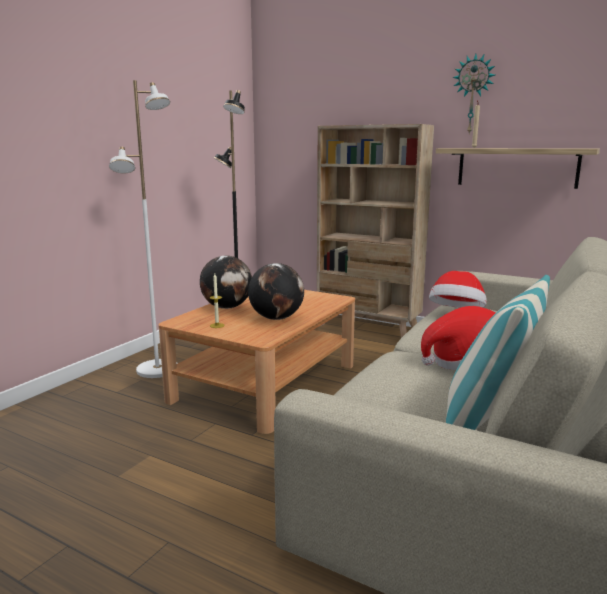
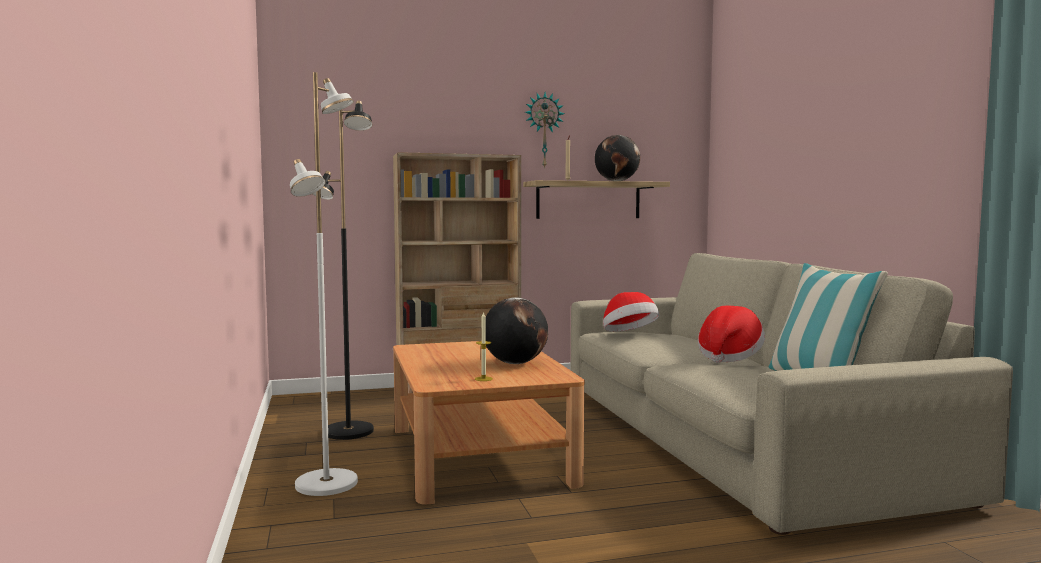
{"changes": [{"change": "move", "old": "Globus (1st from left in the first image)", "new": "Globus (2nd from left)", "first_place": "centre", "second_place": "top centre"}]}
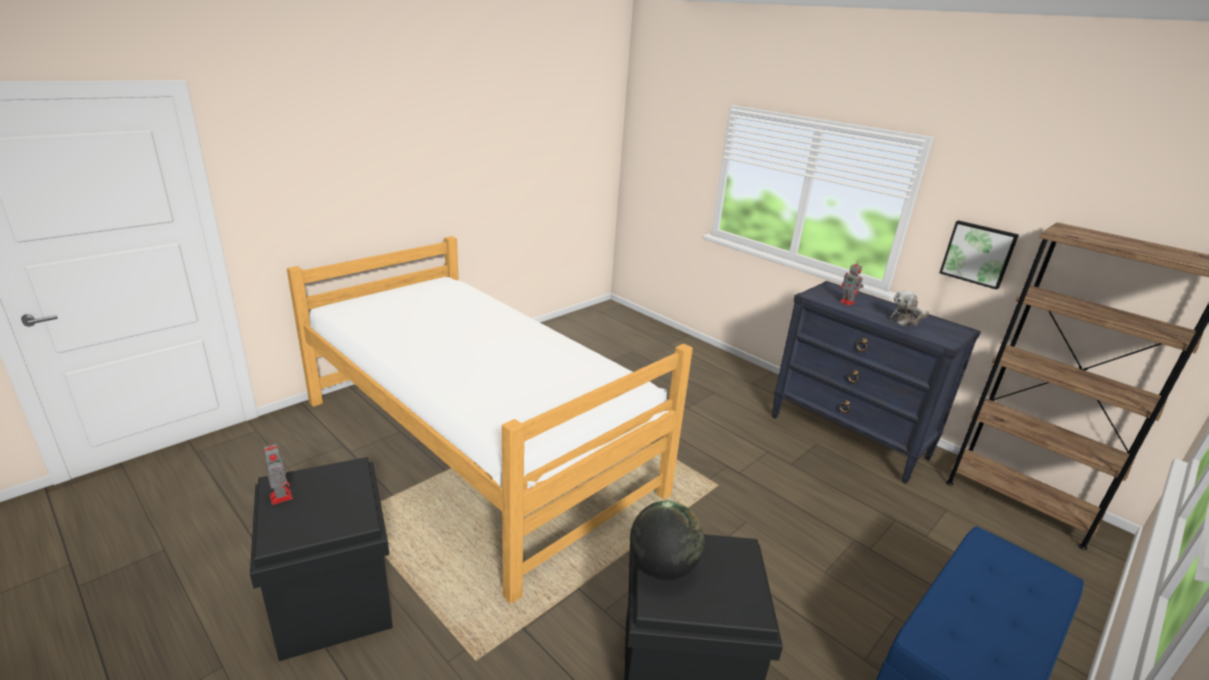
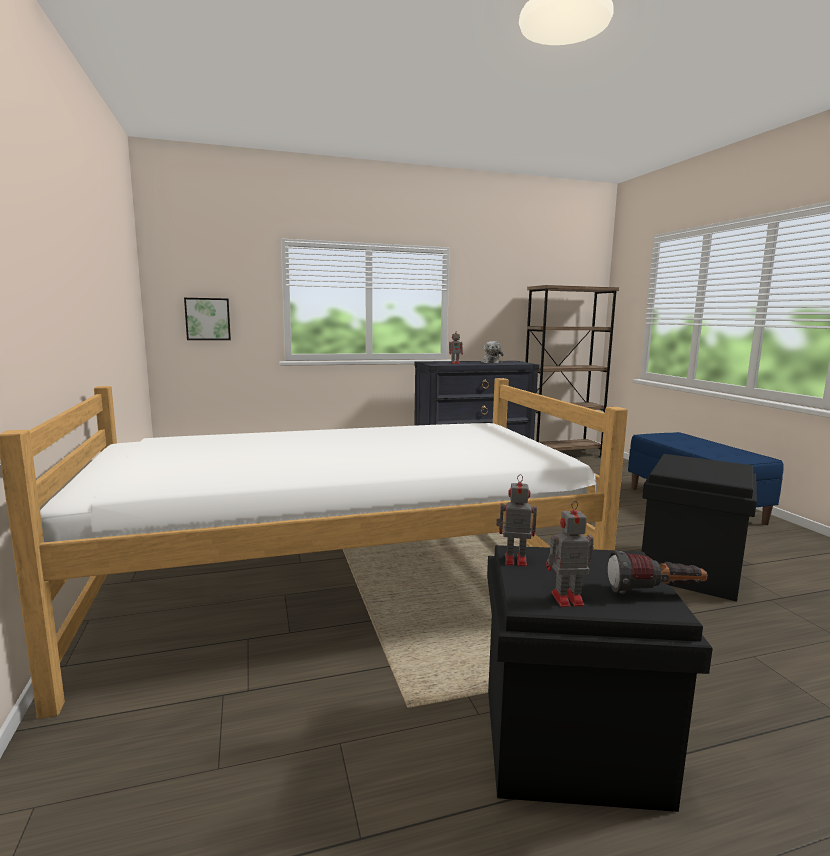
{"changes": [{"change": "delete", "old": "Globus", "first_place": "bottom centre"}, {"change": "move", "old": "Bild", "first_place": "middle right", "second_place": "middle left"}, {"change": "insert", "new": "Spielzeugroboter (2nd from left)", "second_place": "centre"}, {"change": "insert", "new": "Taschenlampe", "second_place": "bottom right"}]}
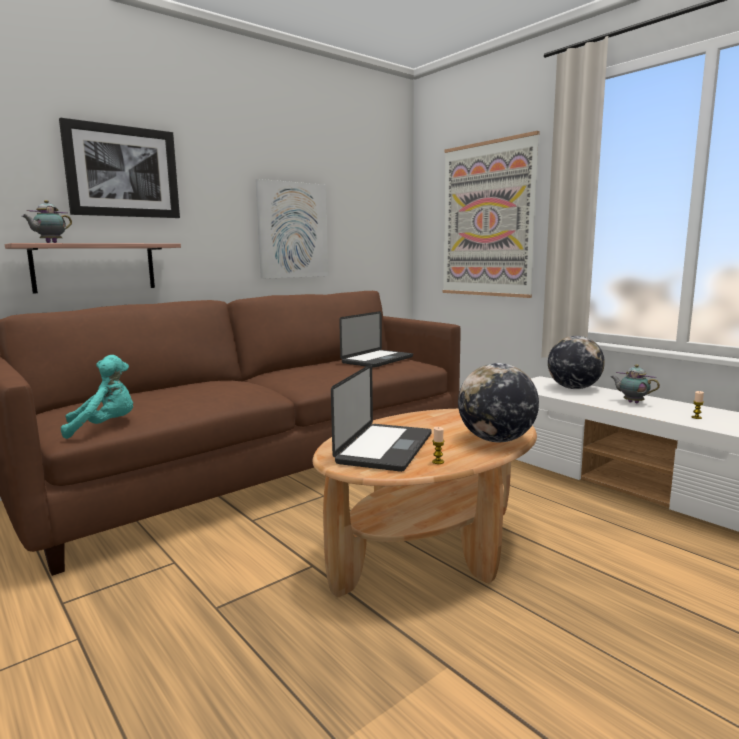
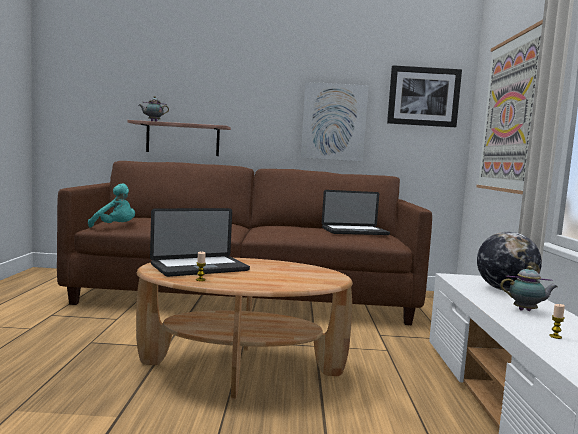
{"changes": [{"change": "move", "old": "Bild (1st from left in the first image)", "new": "Bild (2nd from left)", "first_place": "top left", "second_place": "top right"}, {"change": "delete", "old": "Globus (1st from left)", "first_place": "middle right"}, {"change": "rotate", "old": "Teekanne (2nd from left)", "first_place": "middle right", "second_place": "middle right", "degrees": 105}]}
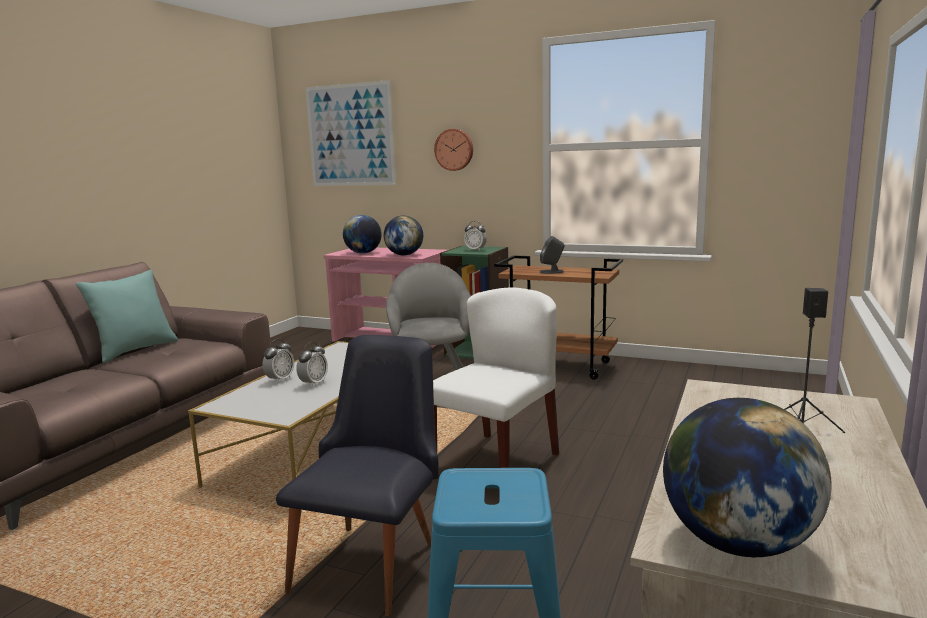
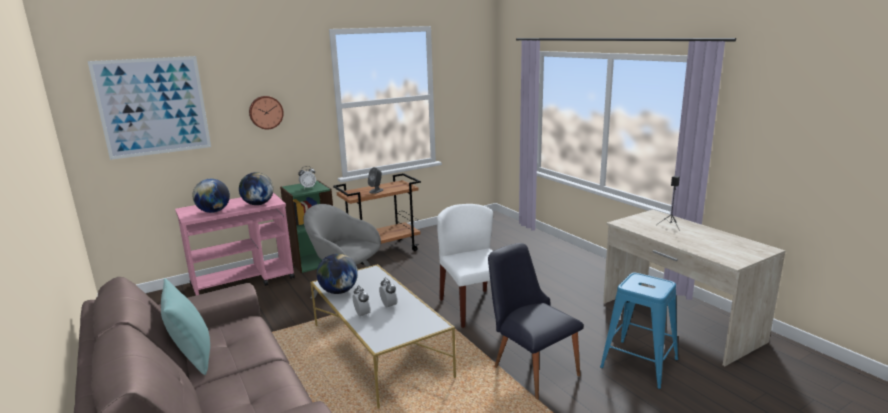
{"changes": [{"change": "move", "old": "Globus (3rd from left)", "first_place": "bottom right", "second_place": "centre"}]}
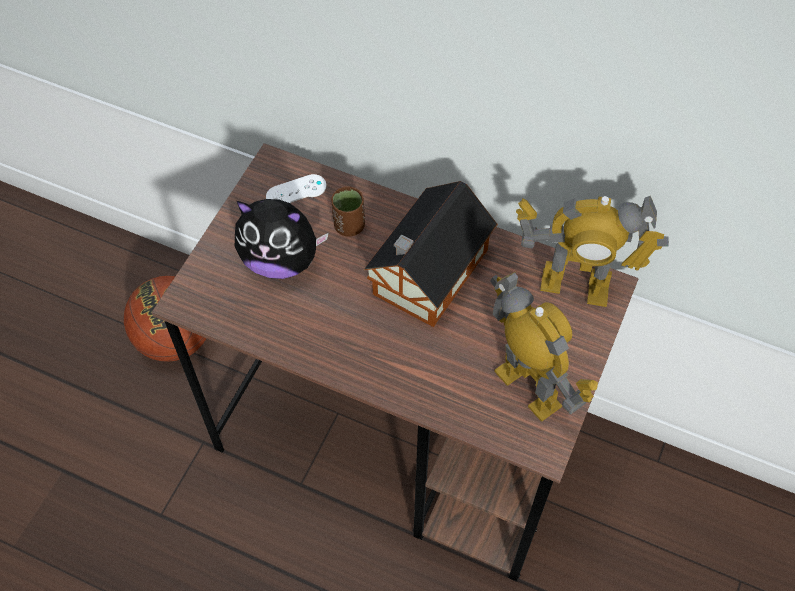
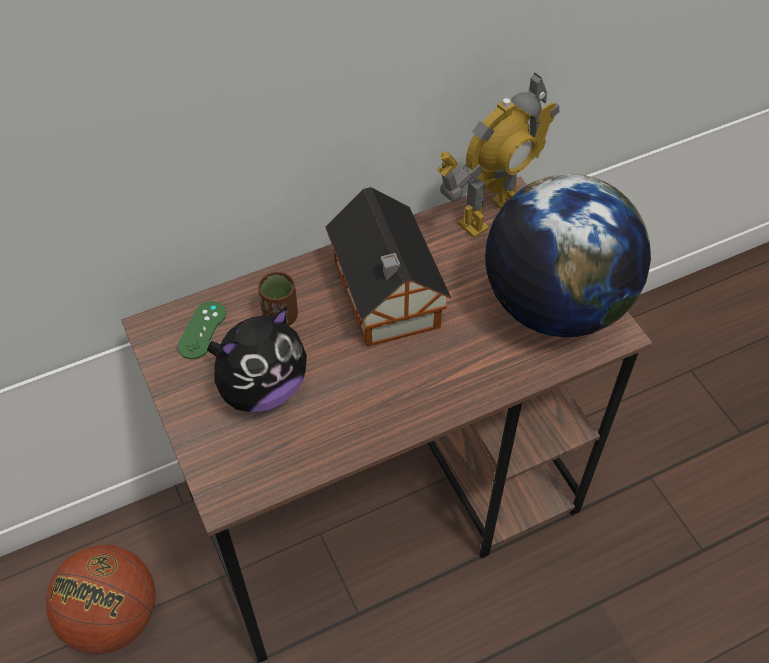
{"changes": [{"change": "recolor", "old": "Gamepad/weiß", "new": "Gamepad/grün", "first_place": "top centre", "second_place": "middle left"}, {"change": "replace", "old": "Spielzeugroboter (1st from left)", "new": "Globus", "first_place": "middle right", "second_place": "middle right"}]}
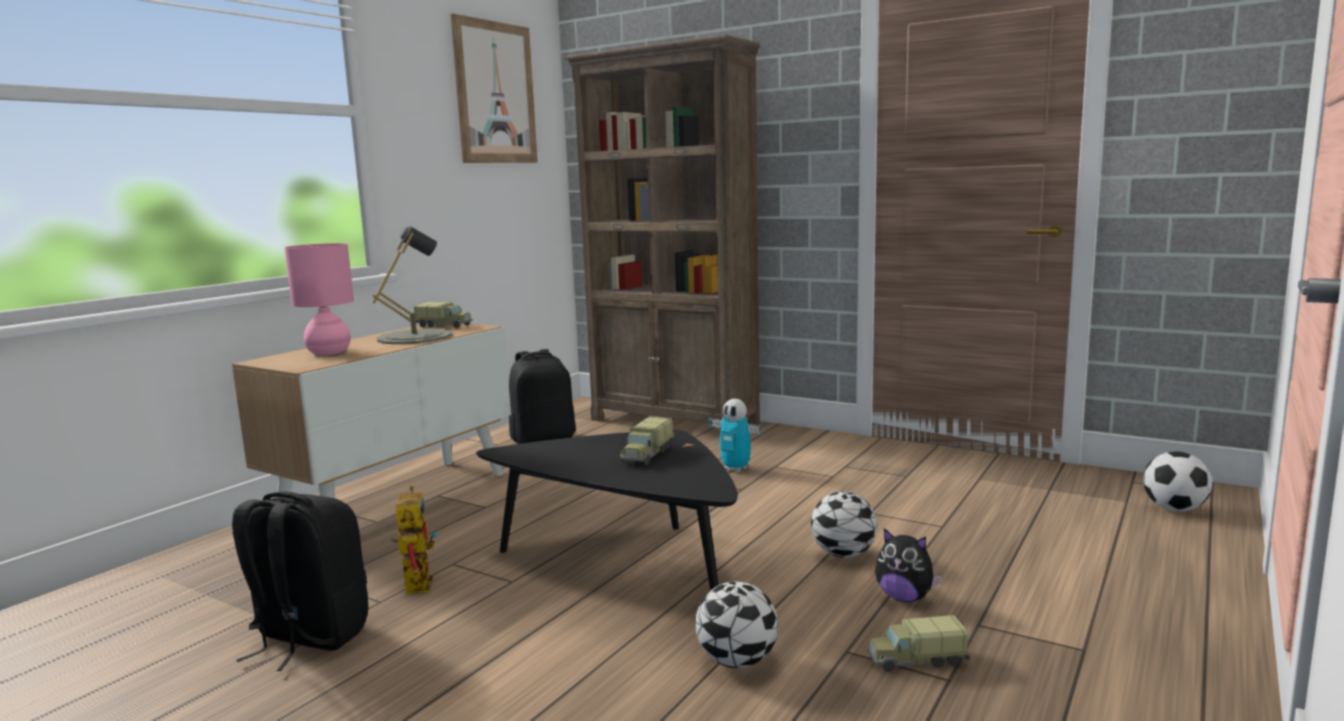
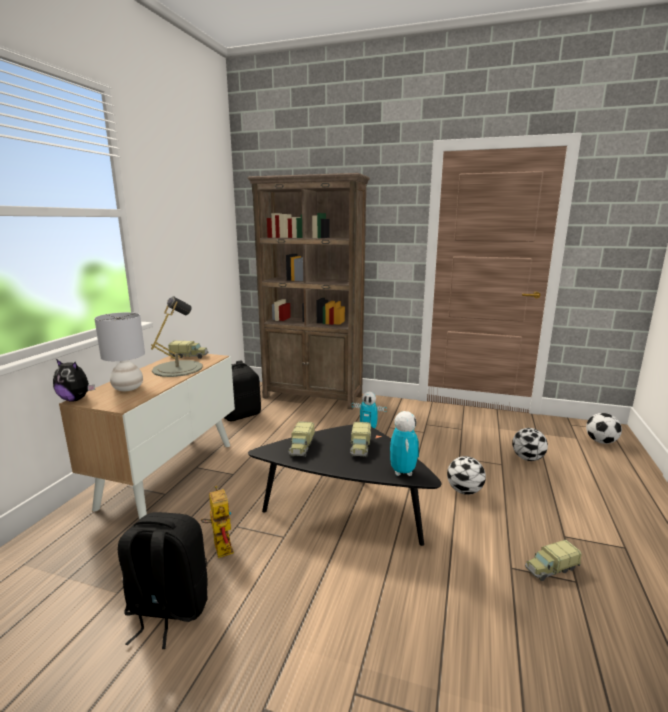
{"changes": [{"change": "recolor", "old": "Tischlampe/rosa", "new": "Tischlampe/grau (1st from left)", "first_place": "middle left", "second_place": "middle left"}, {"change": "delete", "old": "Bild", "first_place": "top centre"}, {"change": "move", "old": "Fußball (1st from left in the first image)", "new": "Fußball (2nd from left)", "first_place": "bottom centre", "second_place": "middle right"}, {"change": "move", "old": "Plüschtier", "first_place": "bottom right", "second_place": "middle left"}, {"change": "insert", "new": "Spielzeuglaster (2nd from left)", "second_place": "centre"}, {"change": "insert", "new": "Spielzeugroboter (3rd from left)", "second_place": "centre"}]}
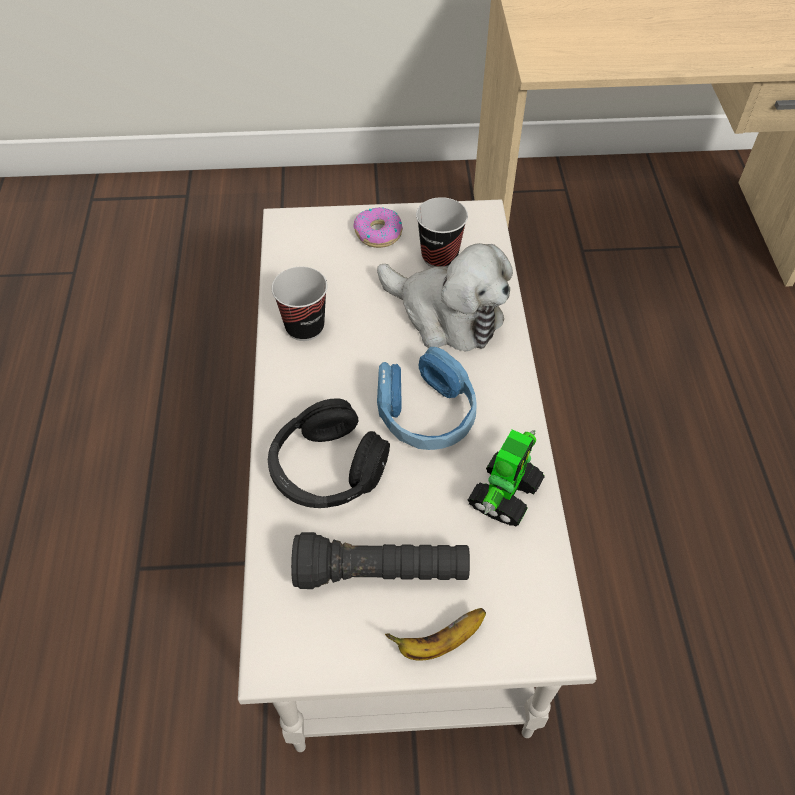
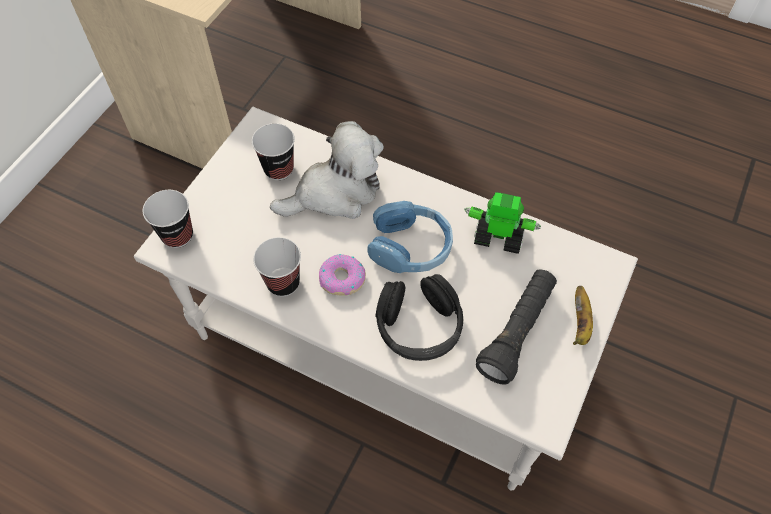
{"changes": [{"change": "move", "old": "Donut", "first_place": "top centre", "second_place": "centre"}, {"change": "rotate", "old": "Spielzeugroboter", "first_place": "centre", "second_place": "centre", "degrees": -45}, {"change": "insert", "new": "Tasse (1st from left)", "second_place": "middle left"}]}
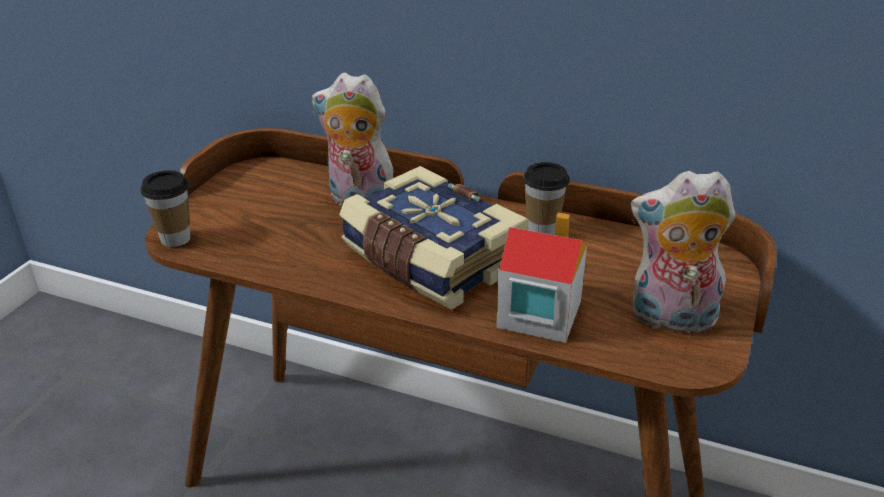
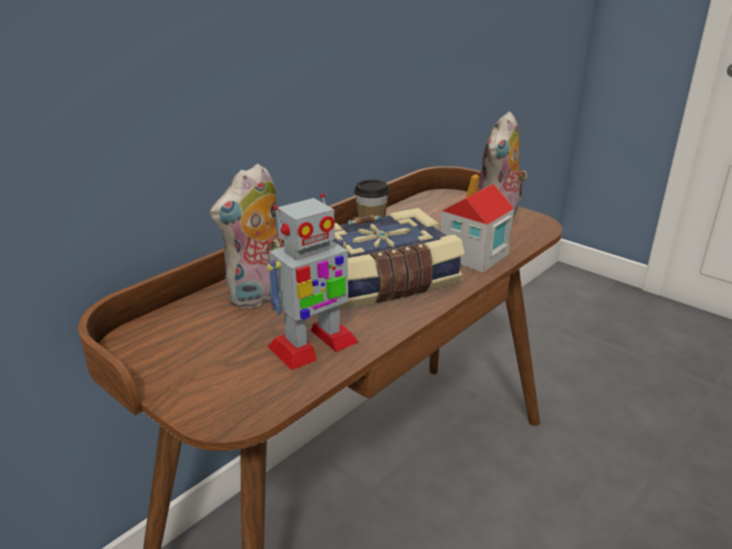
{"changes": [{"change": "delete", "old": "Tasse (1st from left)", "first_place": "middle left"}, {"change": "insert", "new": "Spielzeugroboter", "second_place": "centre"}]}
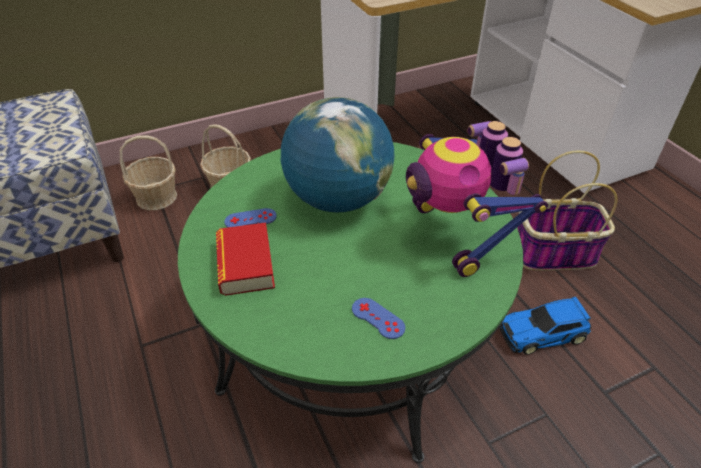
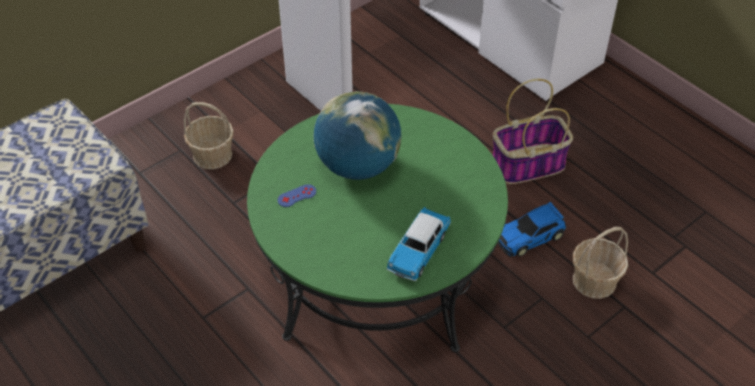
{"changes": [{"change": "move", "old": "Korb (1st from left in the first image)", "new": "Korb (3rd from left)", "first_place": "middle left", "second_place": "bottom right"}, {"change": "delete", "old": "Buch", "first_place": "centre"}, {"change": "replace", "old": "Gamepad/blau (2nd from left)", "new": "Spielzeugauto (1st from left)", "first_place": "bottom centre", "second_place": "centre"}, {"change": "delete", "old": "Spielzeugroboter", "first_place": "middle right"}]}
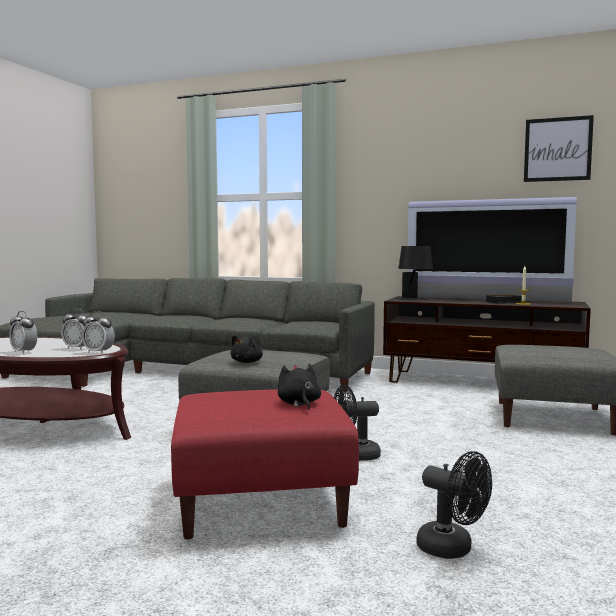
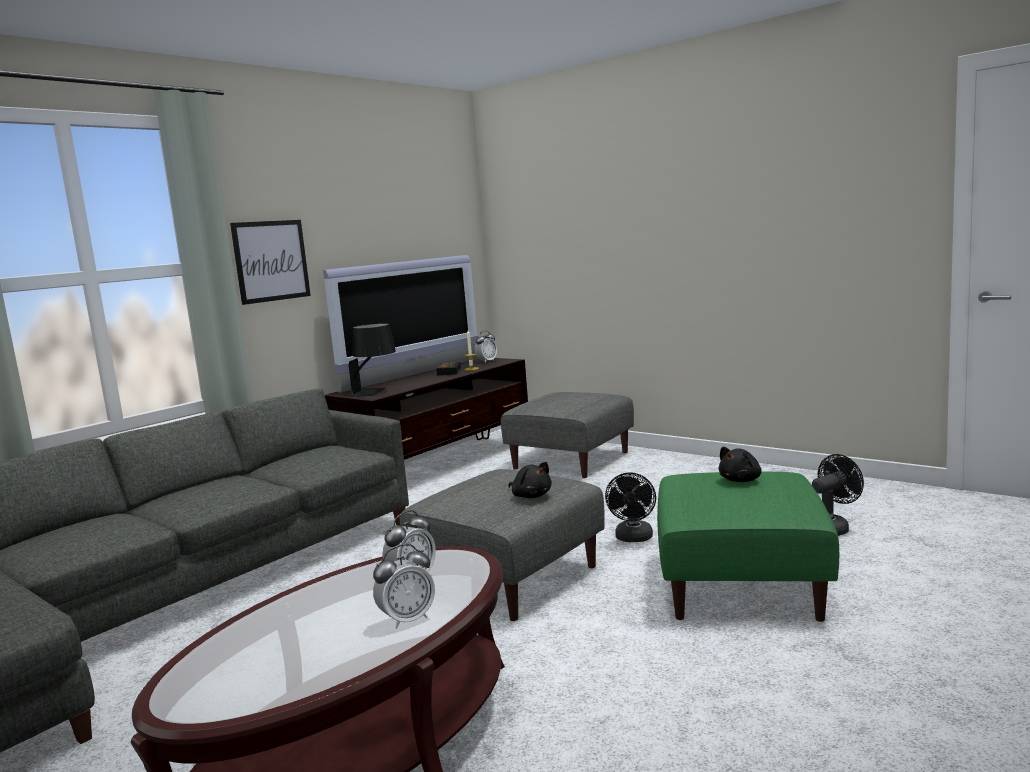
{"changes": [{"change": "move", "old": "Wecker (3rd from left in the first image)", "new": "Wecker (4th from left)", "first_place": "middle left", "second_place": "centre"}, {"change": "recolor", "old": "Polsterhocker/rot", "new": "Polsterhocker/grün", "first_place": "bottom centre", "second_place": "bottom right"}, {"change": "rotate", "old": "Plüschtier/schwarz (2nd from left)", "first_place": "centre", "second_place": "middle right", "degrees": -45}, {"change": "move", "old": "Bild", "first_place": "top right", "second_place": "middle left"}]}
